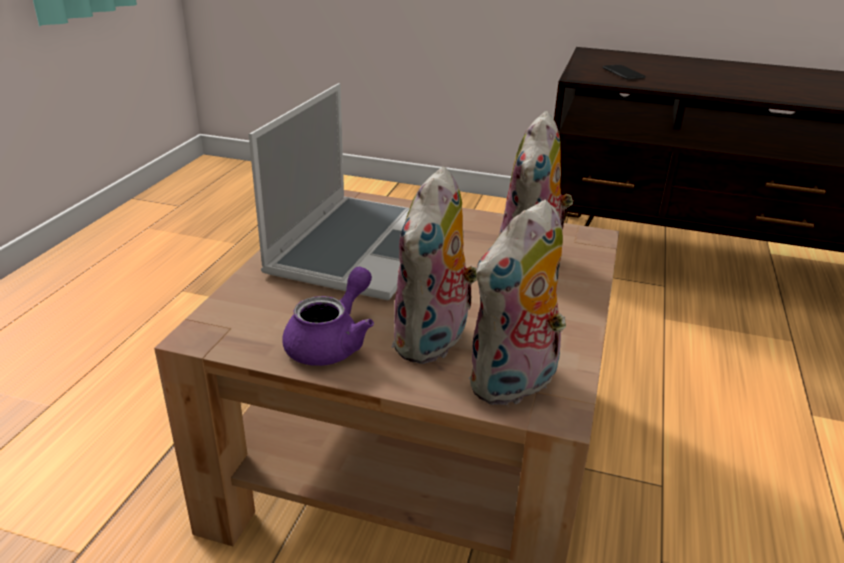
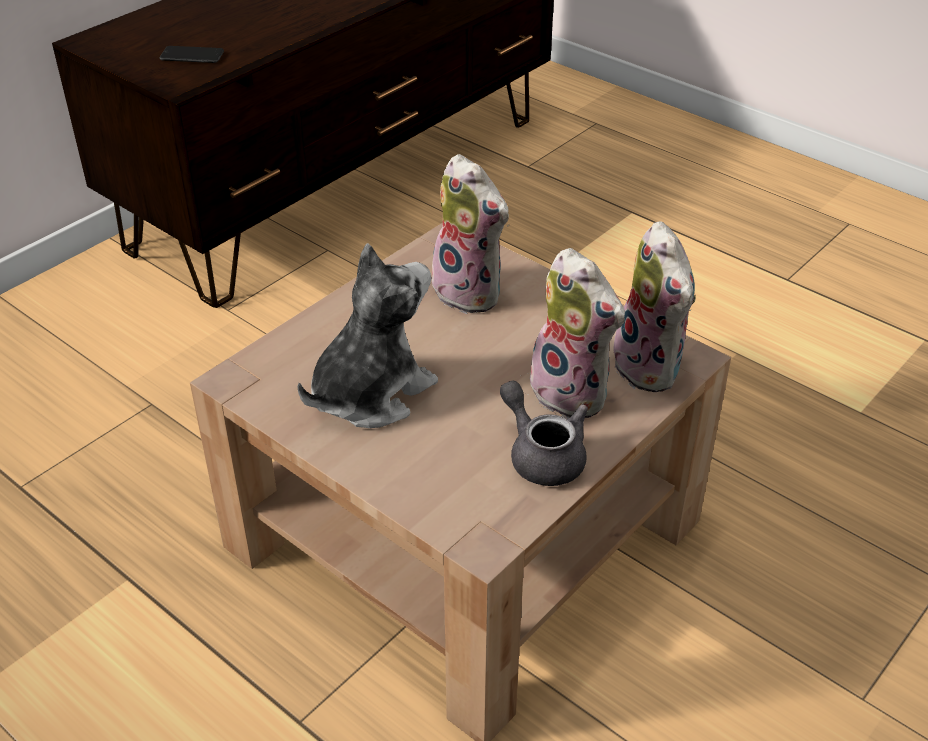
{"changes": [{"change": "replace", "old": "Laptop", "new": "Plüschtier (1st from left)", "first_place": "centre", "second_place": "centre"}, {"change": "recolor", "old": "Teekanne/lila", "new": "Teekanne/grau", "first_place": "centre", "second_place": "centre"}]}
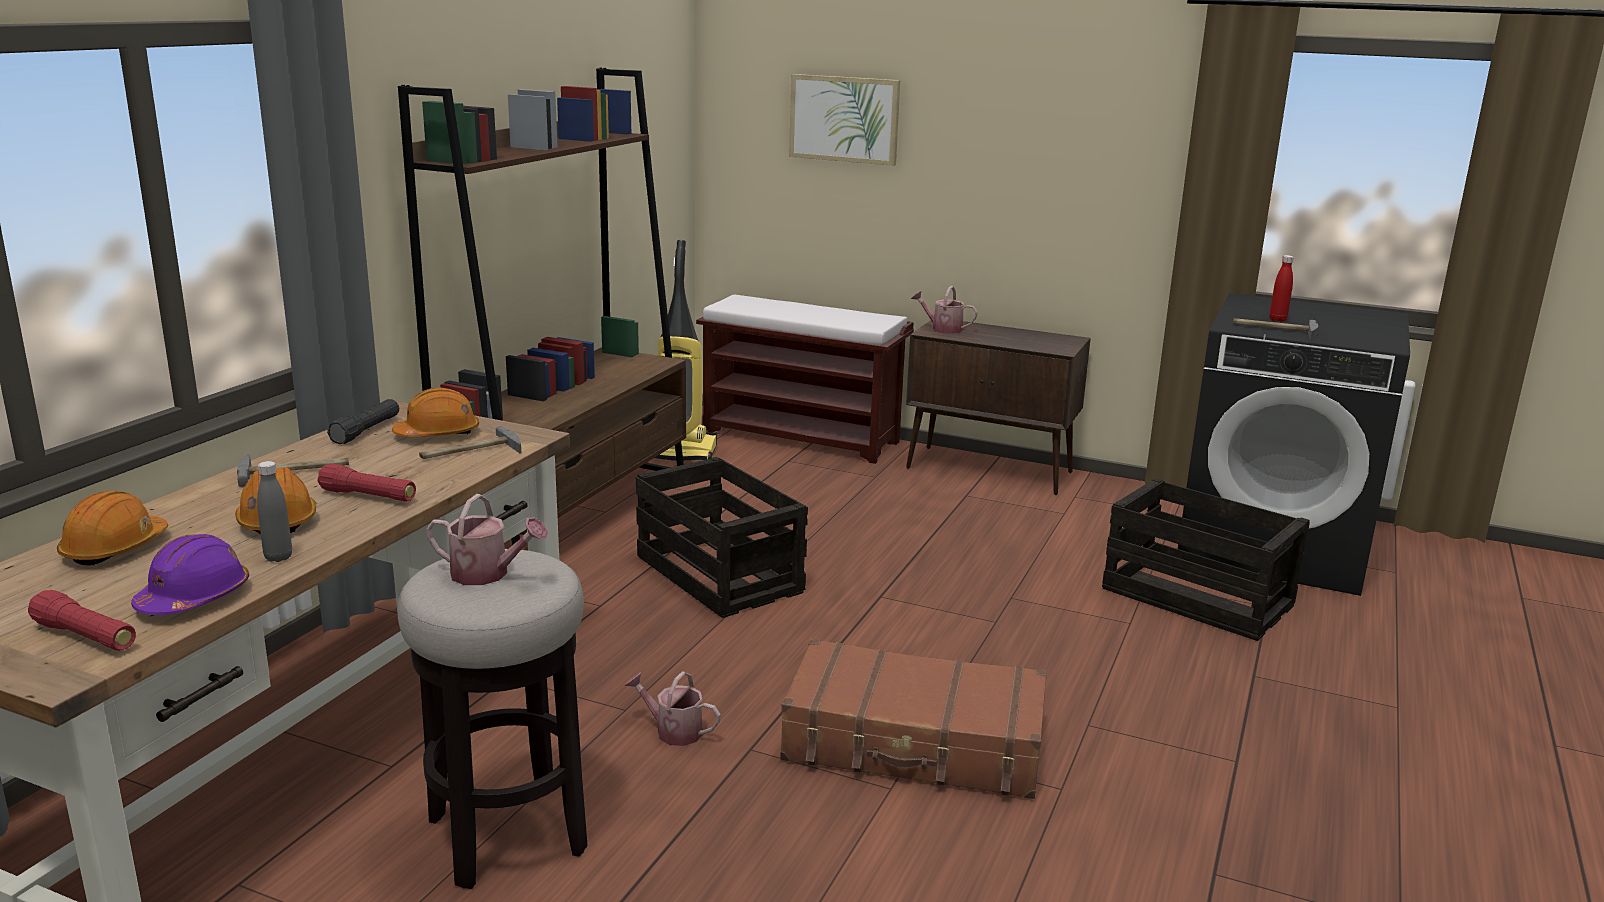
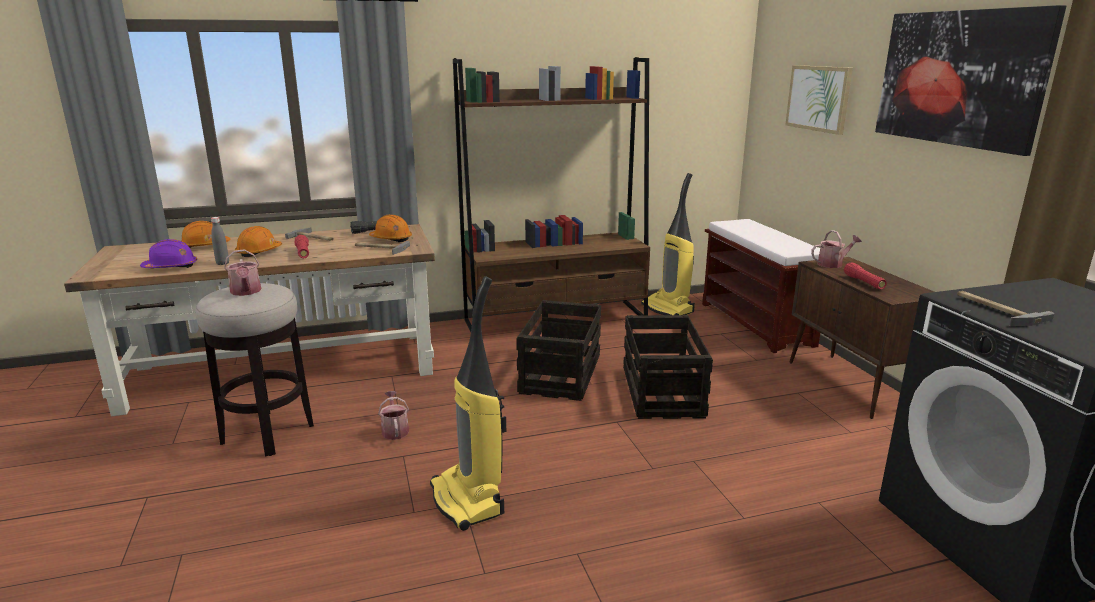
{"changes": [{"change": "move", "old": "Taschenlampe/rot (1st from left in the first image)", "new": "Taschenlampe/rot (2nd from left)", "first_place": "bottom left", "second_place": "middle right"}, {"change": "replace", "old": "Koffer/braun", "new": "Staubsauger (1st from left)", "first_place": "bottom centre", "second_place": "bottom centre"}, {"change": "rotate", "old": "Gießkanne (3rd from left)", "first_place": "centre", "second_place": "middle right", "degrees": 90}, {"change": "move", "old": "Kiste (2nd from left)", "first_place": "middle right", "second_place": "centre"}, {"change": "delete", "old": "Flasche/rot", "first_place": "top right"}, {"change": "insert", "new": "Bild (2nd from left)", "second_place": "top right"}]}
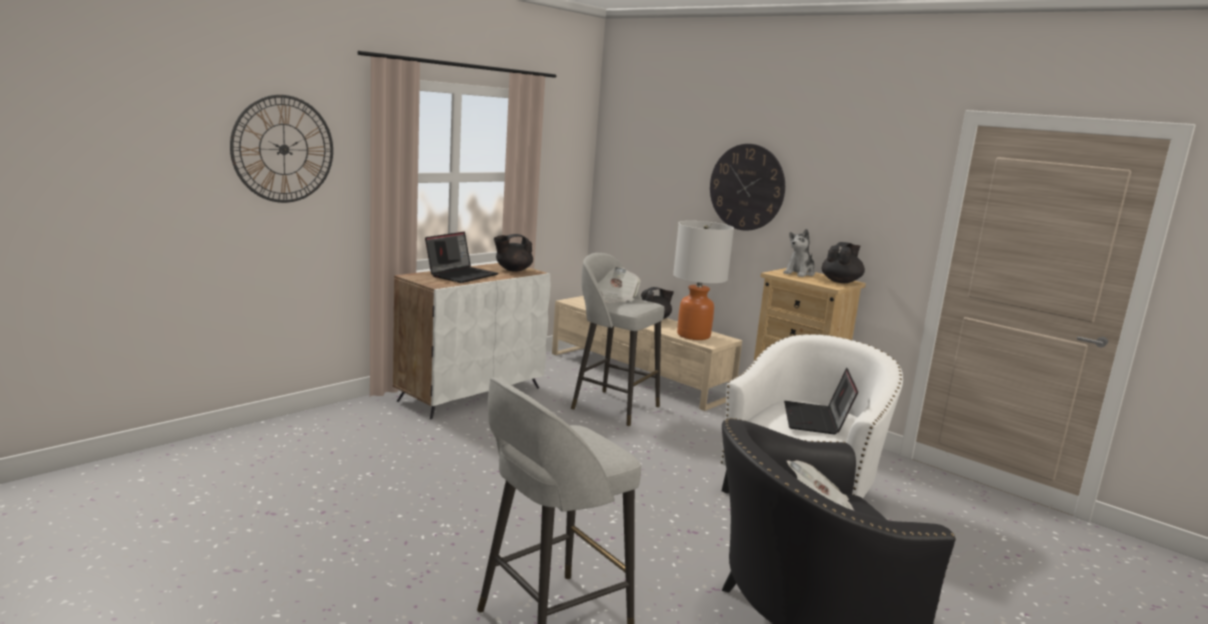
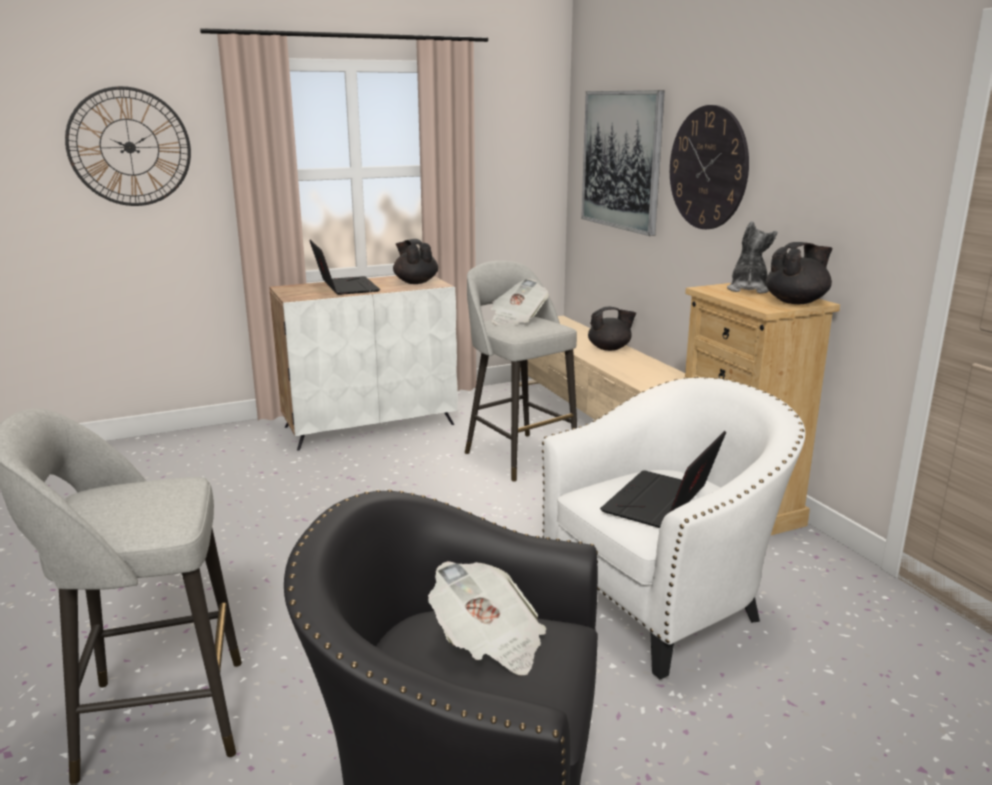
{"changes": [{"change": "rotate", "old": "Laptop (1st from left)", "first_place": "centre", "second_place": "centre", "degrees": -75}, {"change": "rotate", "old": "Teekanne/schwarz (1st from left)", "first_place": "centre", "second_place": "top centre", "degrees": 60}, {"change": "delete", "old": "Tischlampe", "first_place": "centre"}, {"change": "rotate", "old": "Plüschtier", "first_place": "centre", "second_place": "top right", "degrees": 135}, {"change": "insert", "new": "Bild", "second_place": "top centre"}]}
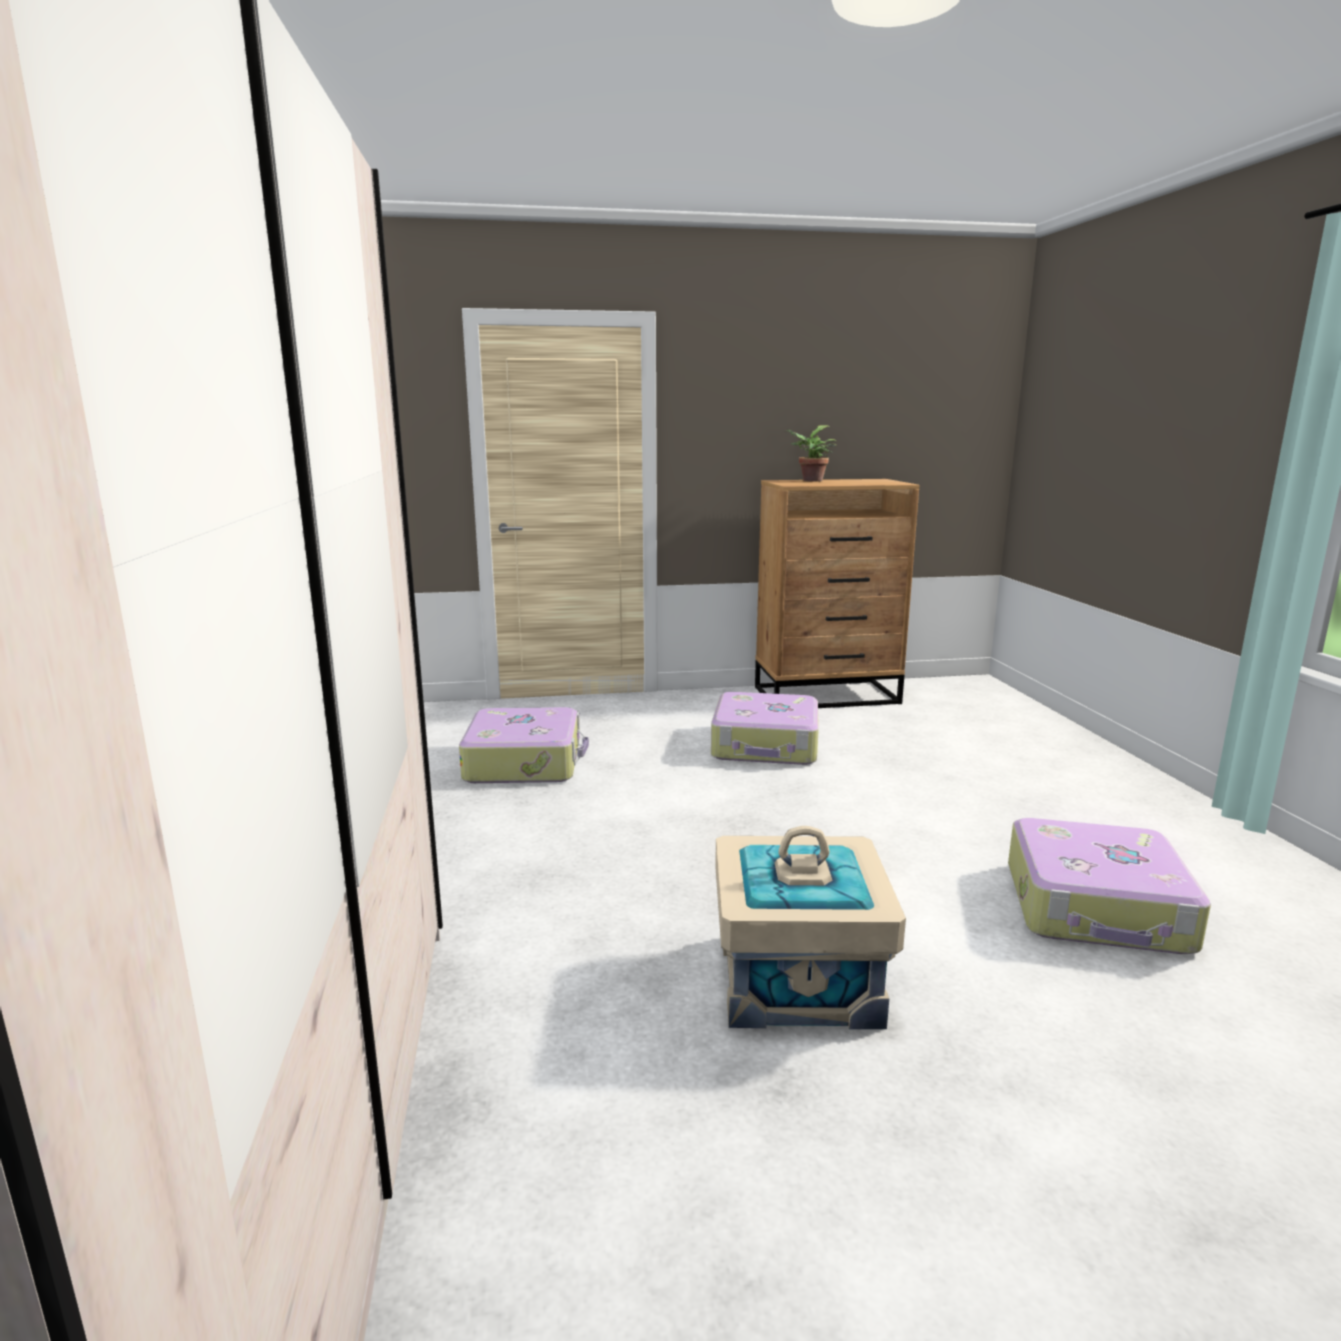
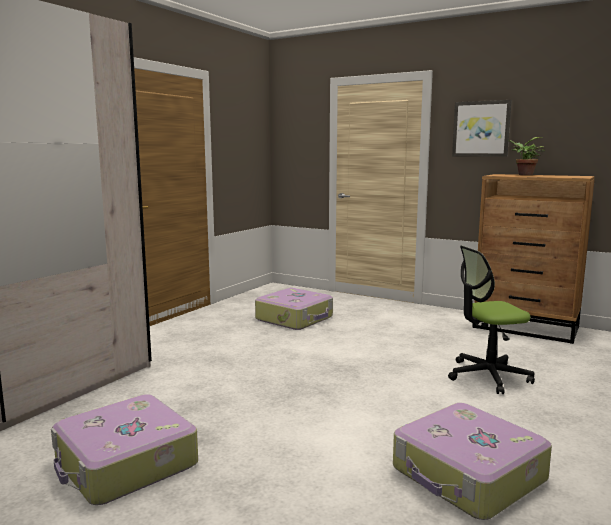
{"changes": [{"change": "move", "old": "Koffer (2nd from left in the first image)", "new": "Koffer (1st from left)", "first_place": "centre", "second_place": "bottom left"}, {"change": "delete", "old": "Aufbewahrungsbox/beige", "first_place": "bottom centre"}, {"change": "insert", "new": "Bürostuhl", "second_place": "middle right"}, {"change": "insert", "new": "Bild", "second_place": "top right"}]}
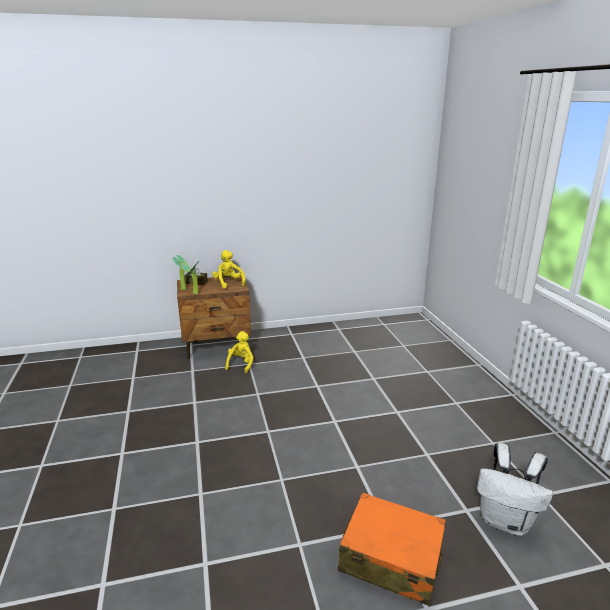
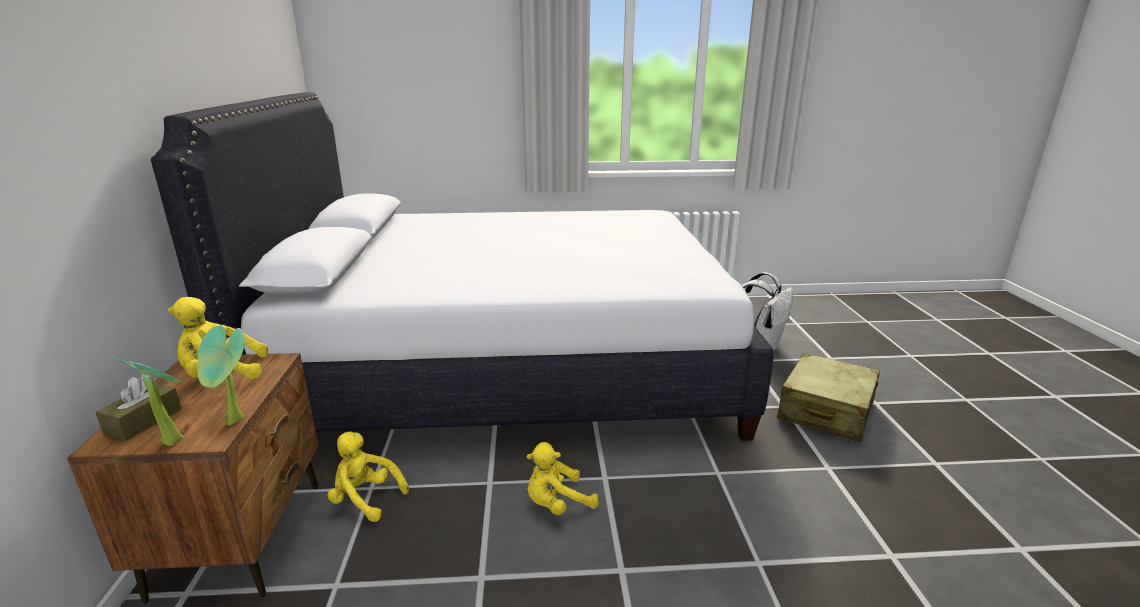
{"changes": [{"change": "recolor", "old": "Koffer/orange", "new": "Koffer/beige", "first_place": "bottom centre", "second_place": "middle right"}, {"change": "insert", "new": "Bett/weiß", "second_place": "centre"}, {"change": "insert", "new": "Plüschtier/gelb (3rd from left)", "second_place": "bottom centre"}]}
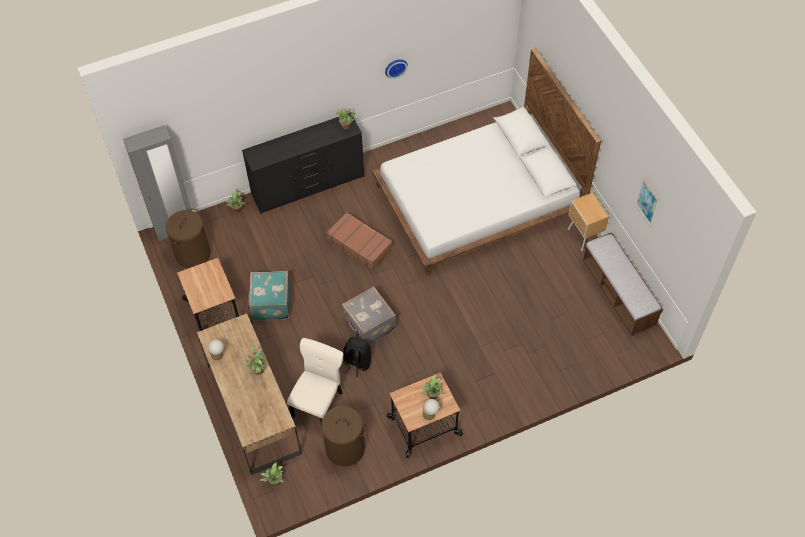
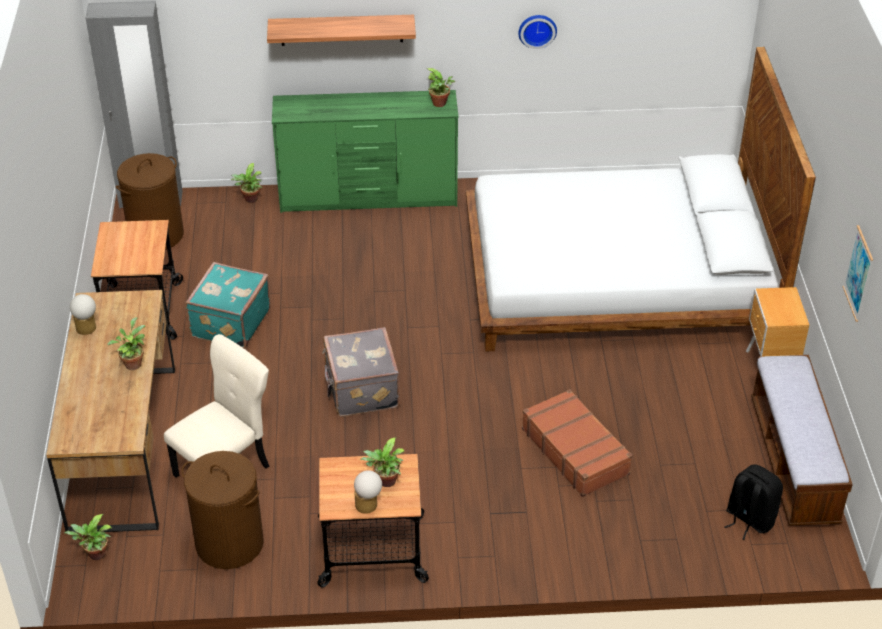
{"changes": [{"change": "recolor", "old": "Kommode/schwarz", "new": "Kommode/grün", "first_place": "top centre", "second_place": "top centre"}, {"change": "move", "old": "Koffer/braun", "first_place": "centre", "second_place": "bottom centre"}, {"change": "move", "old": "Rucksack/schwarz", "first_place": "centre", "second_place": "bottom right"}, {"change": "insert", "new": "Wandregal", "second_place": "top centre"}]}
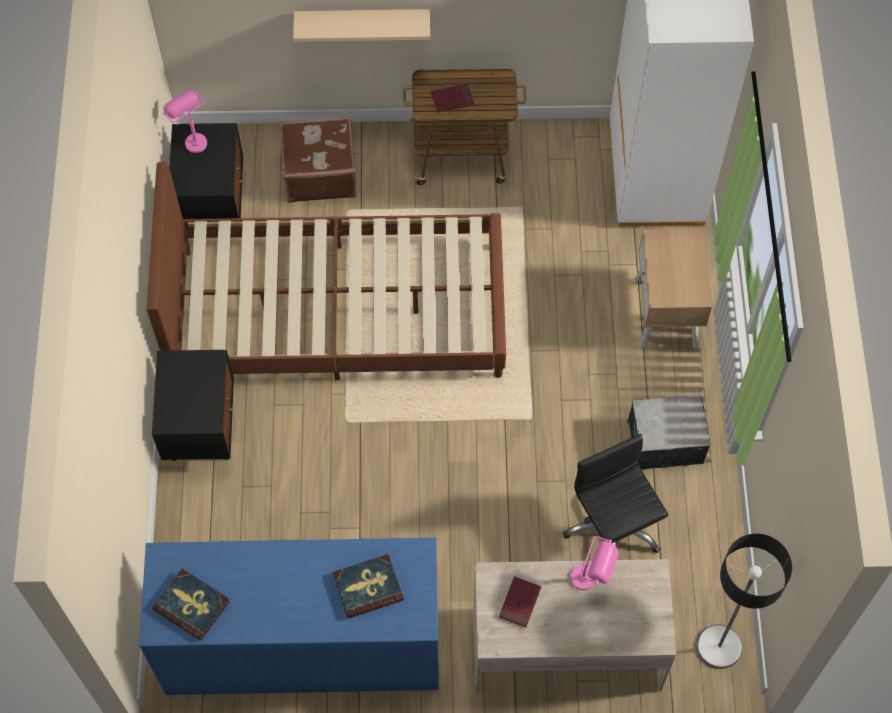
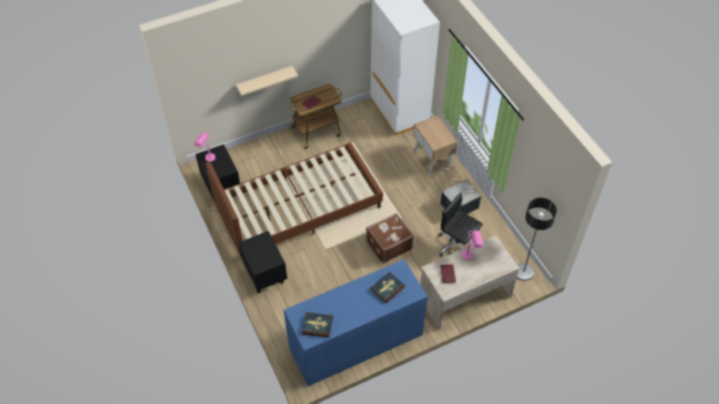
{"changes": [{"change": "move", "old": "Koffer/braun", "first_place": "top centre", "second_place": "centre"}]}
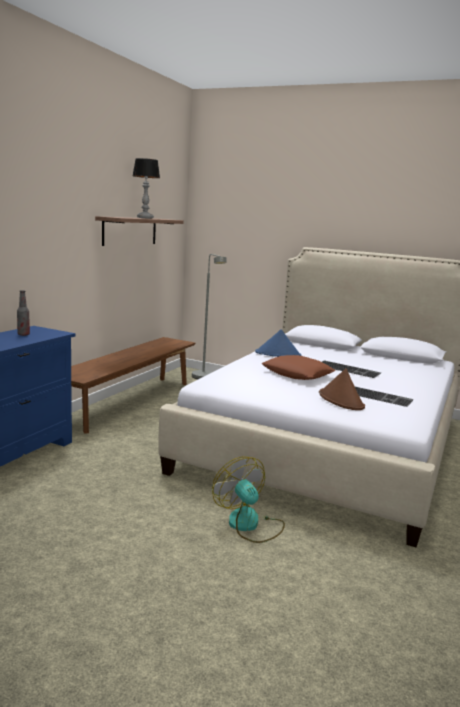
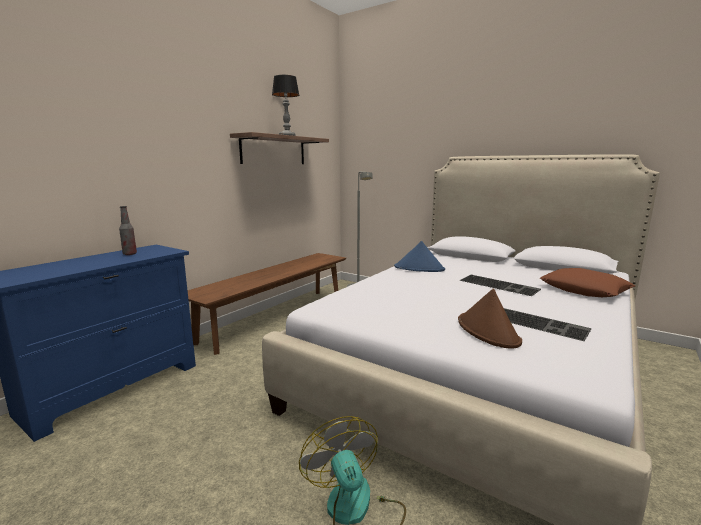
{"changes": [{"change": "move", "old": "Kissen/braun", "first_place": "centre", "second_place": "middle right"}]}
